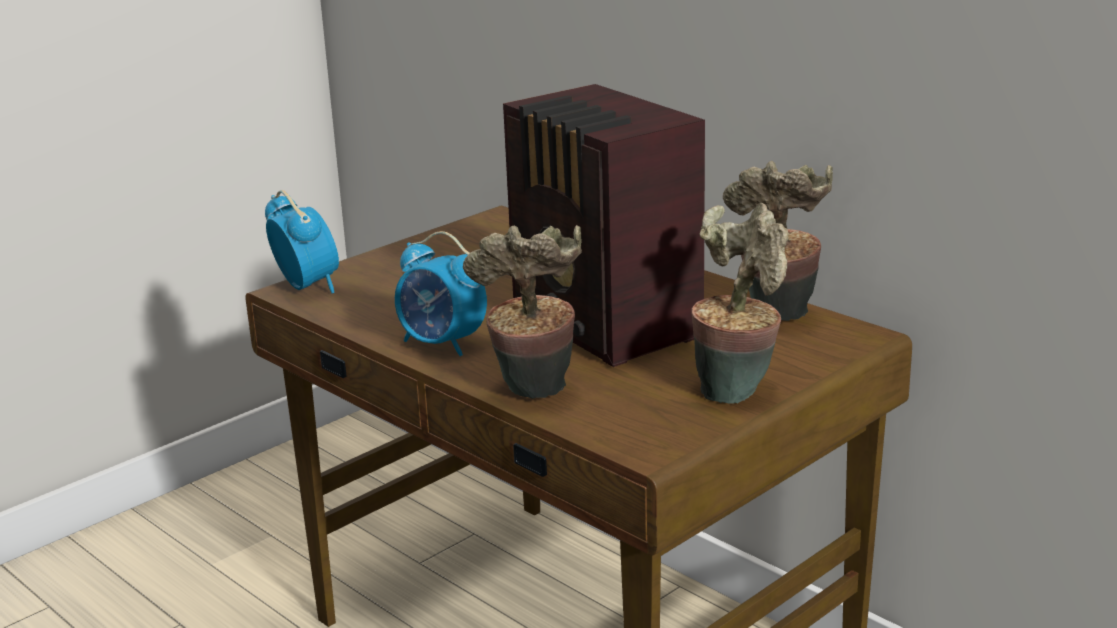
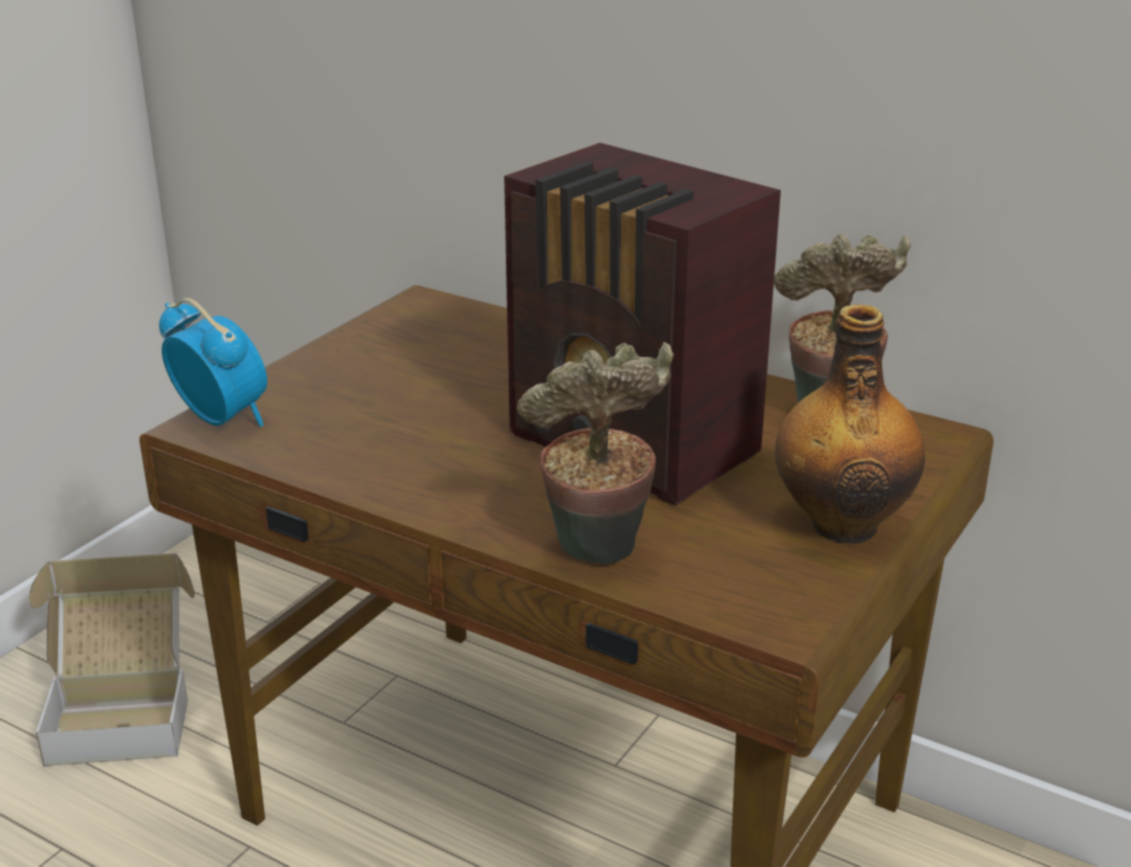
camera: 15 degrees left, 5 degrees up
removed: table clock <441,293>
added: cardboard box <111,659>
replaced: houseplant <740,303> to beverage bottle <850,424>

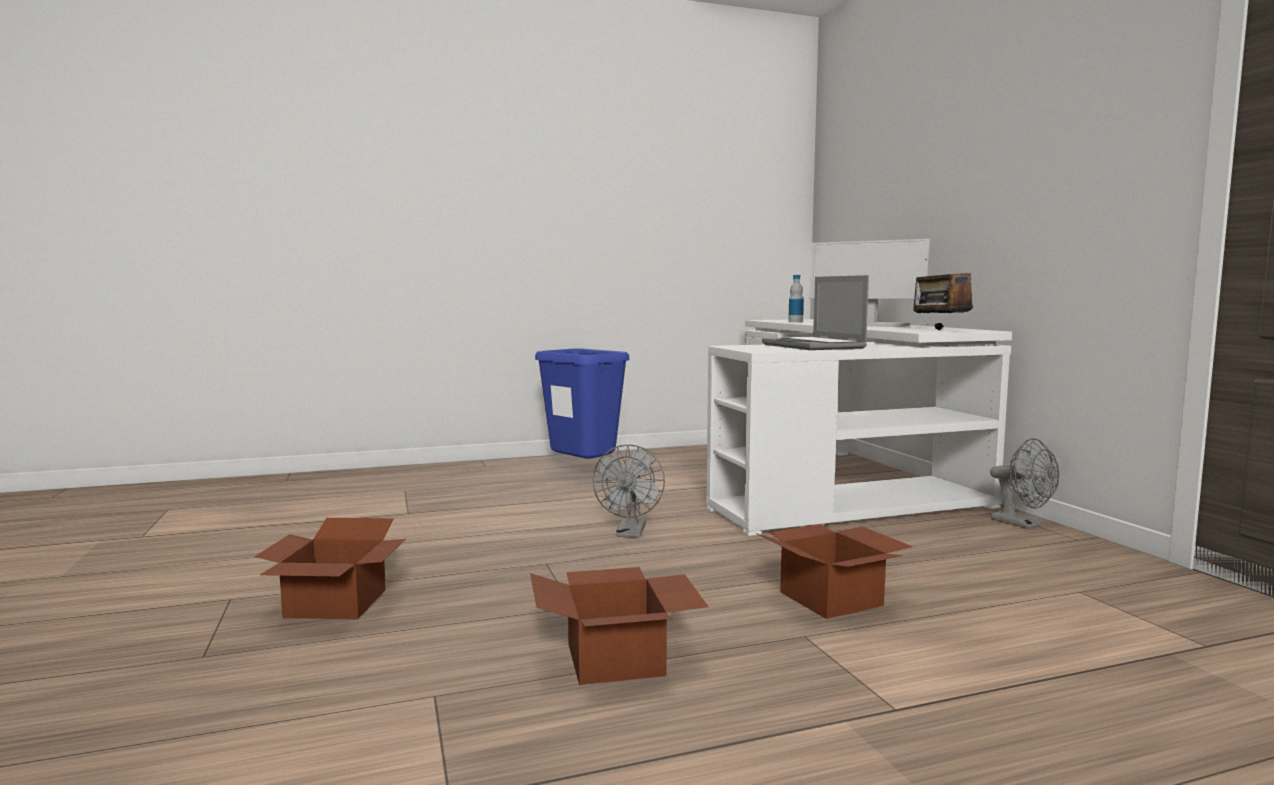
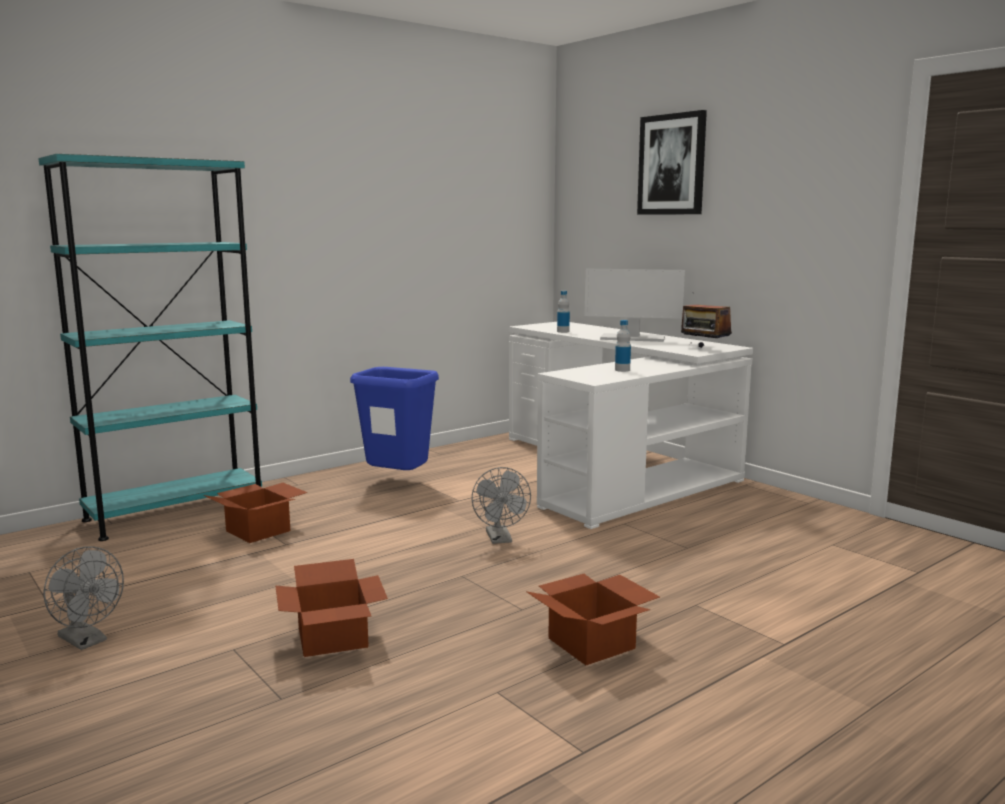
camera: 20 degrees left, 5 degrees up
added: wall picture <672,162>; bookcase (turquoise-coloured) <150,347>
moved: electric fan (greyish) <1024,483> to <83,598>; cardboard box <834,571> to <256,513>
replaced: portable computer <815,312> to beverage bottle <623,346>

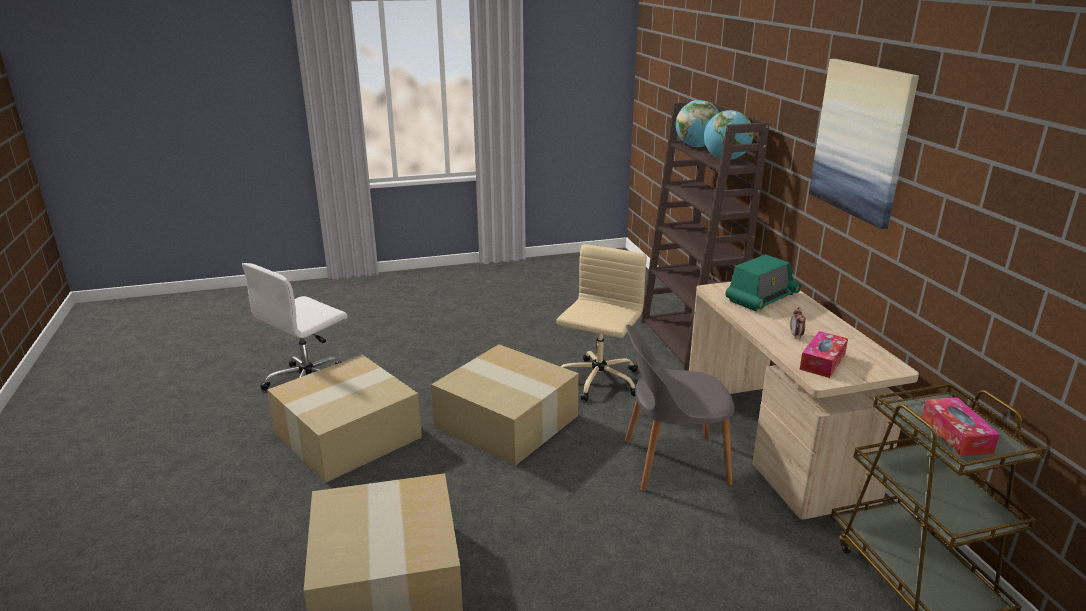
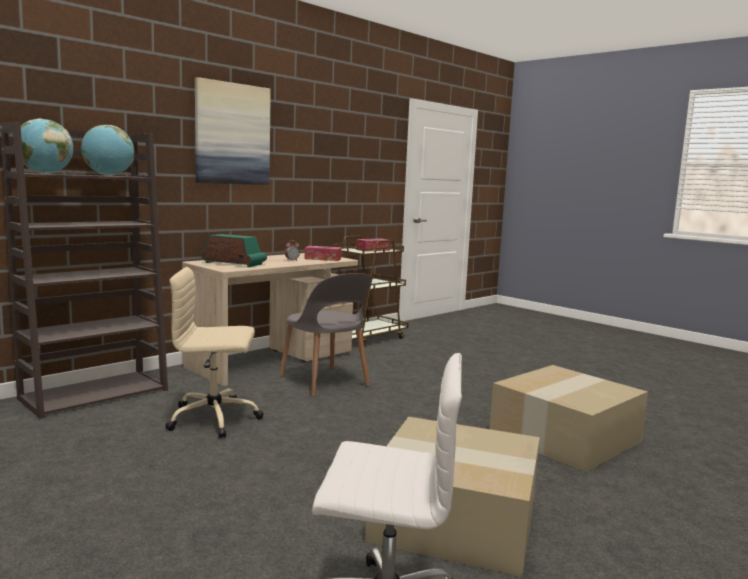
camera: 120 degrees left, 15 degrees down
removed: cardboard box <505,405>

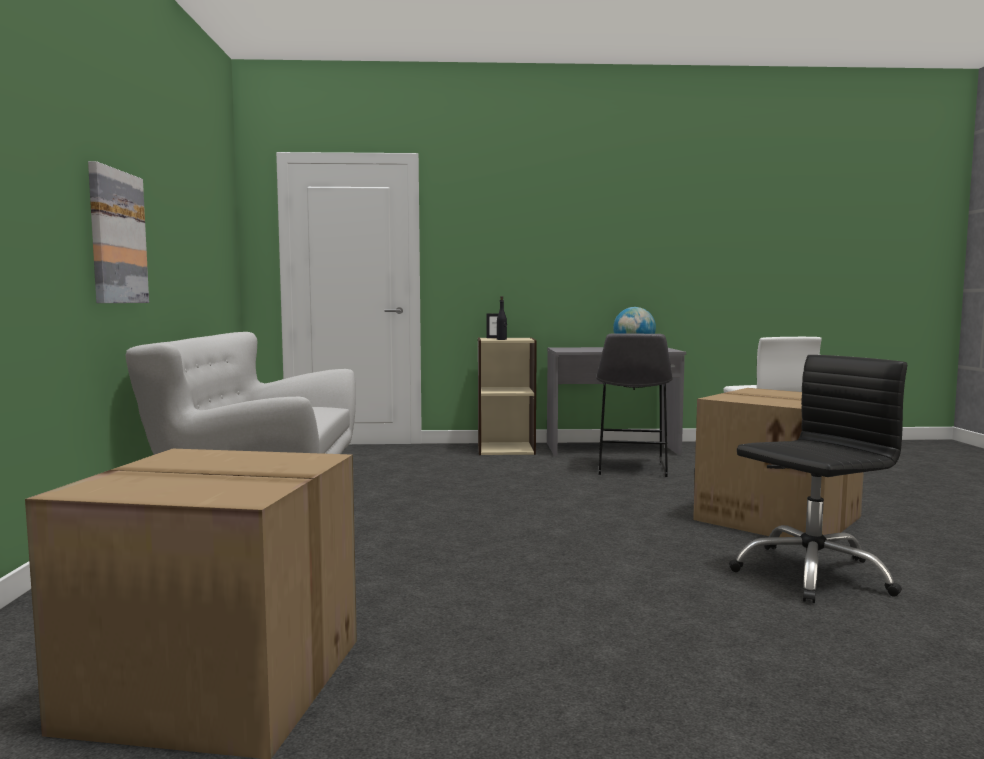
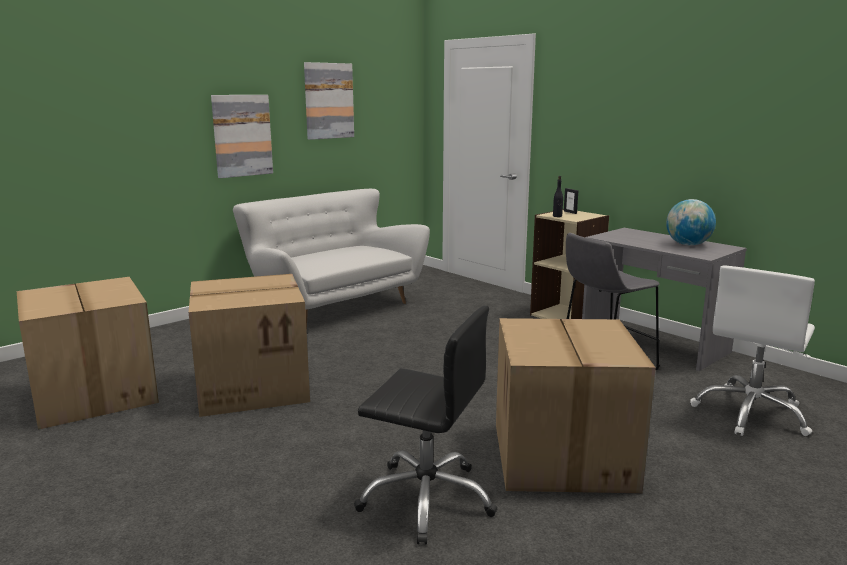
camera: 50 degrees right, 10 degrees up
added: wall picture <329,101>; cardboard box <249,345>

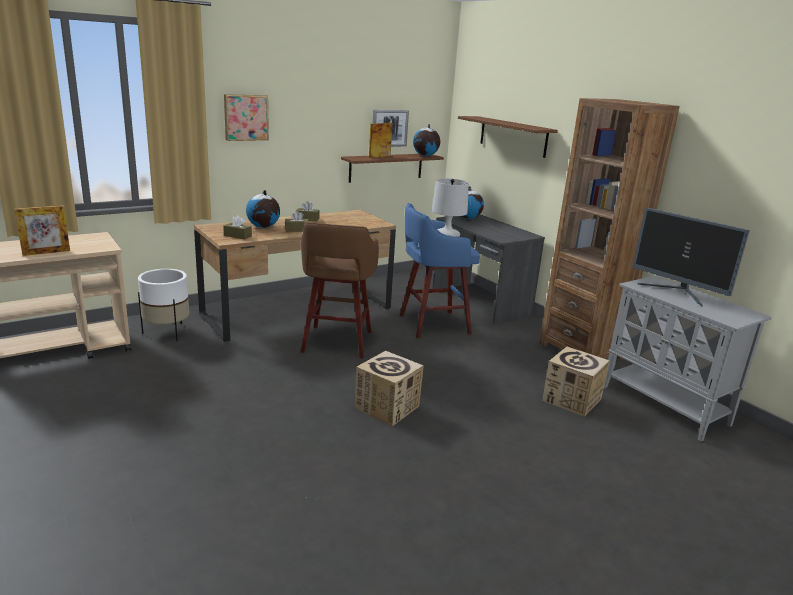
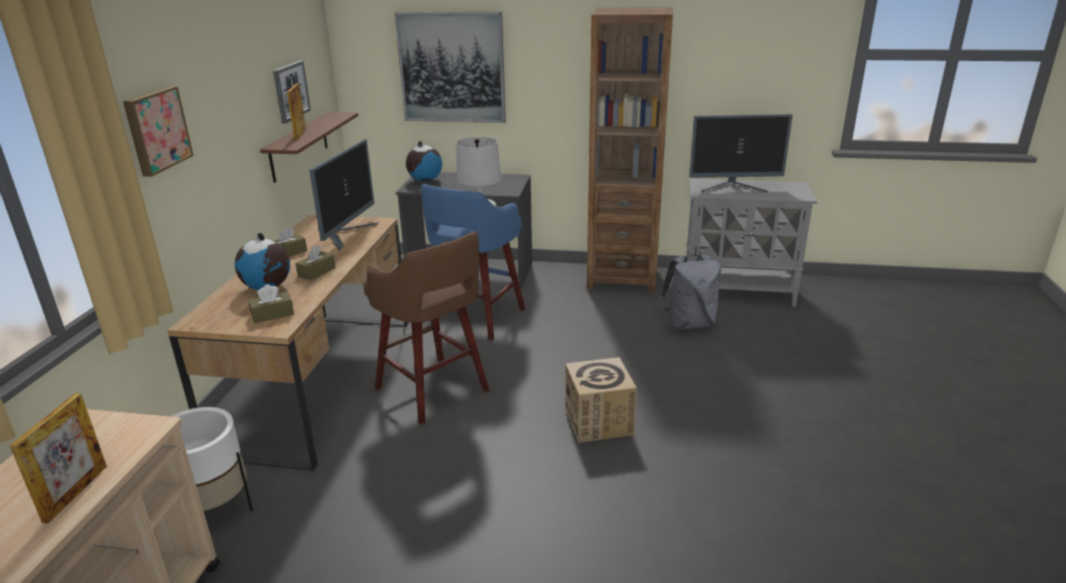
camera: 45 degrees left, 5 degrees up
removed: desk globe <426,140>
added: monitor <343,195>
replaced: bracket shelf (brown-coloured) <508,137> to wall picture <450,67>; cardboard box <576,382> to backpack (greyish) <690,291>

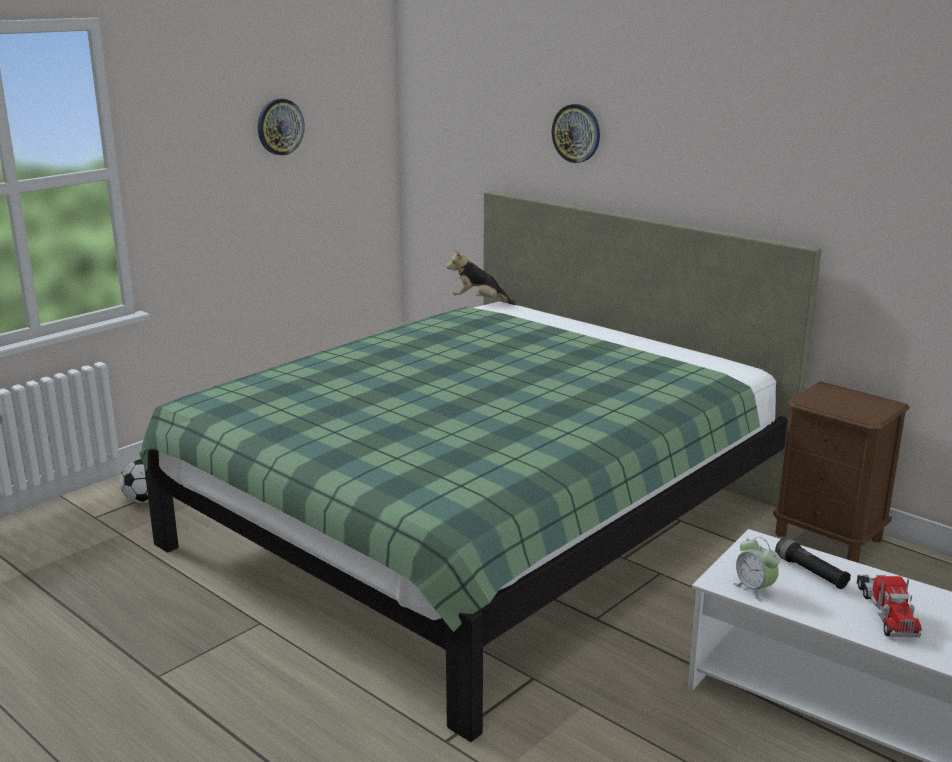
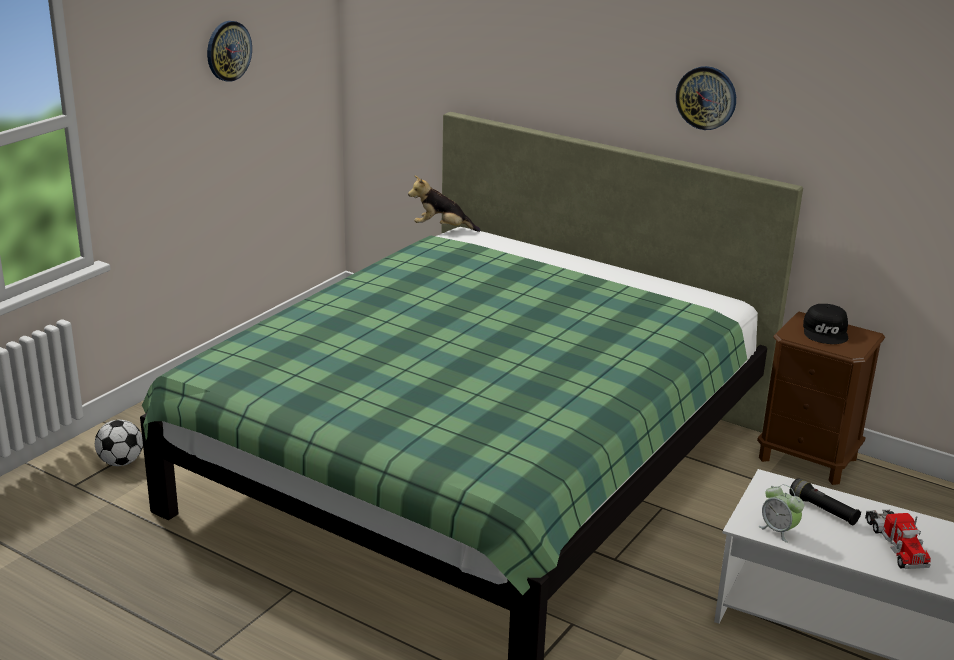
camera: 10 degrees left, 5 degrees up
added: cap (black-coloured) <825,324>
moved: hanging clock <575,133> to <706,98>

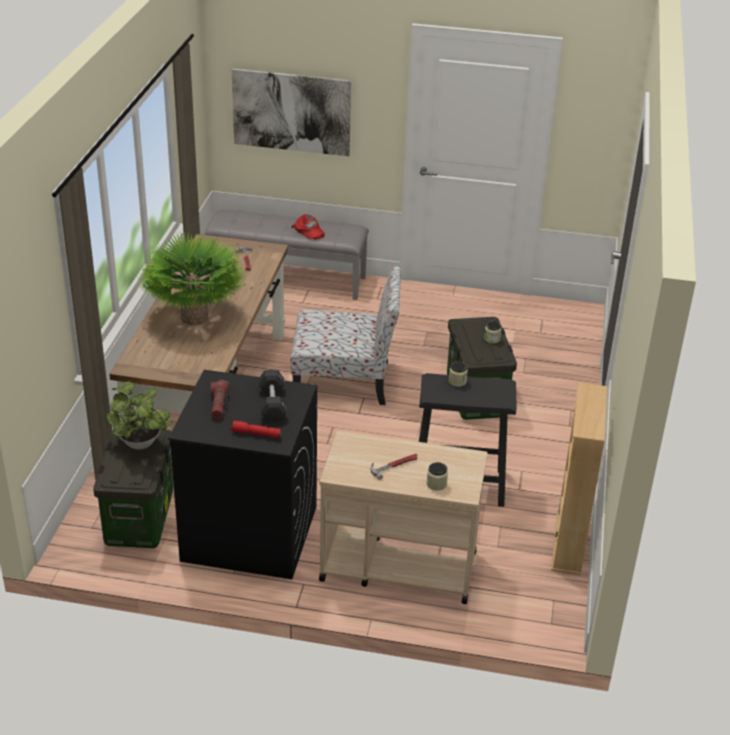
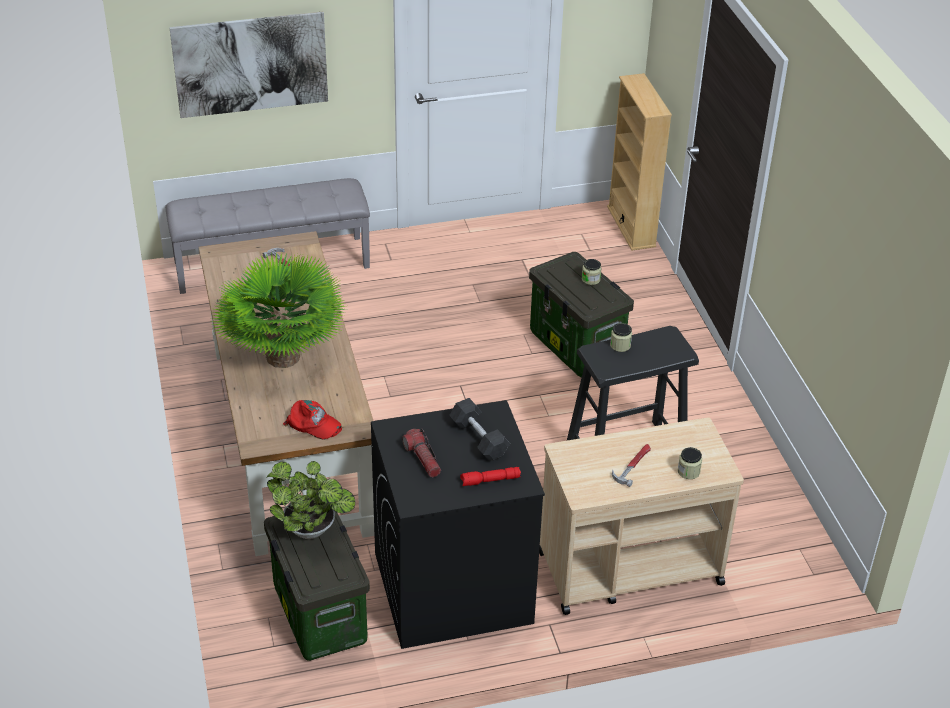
camera: 25 degrees left, 5 degrees up
removed: plain chair <345,335>
moved: cap (red) <308,226> to <312,420>; bookcase (beige) <579,478> to <639,162>

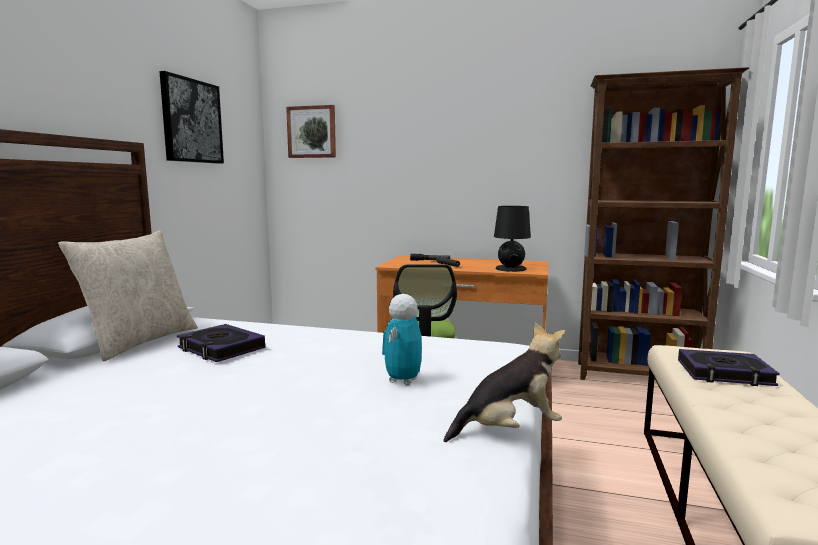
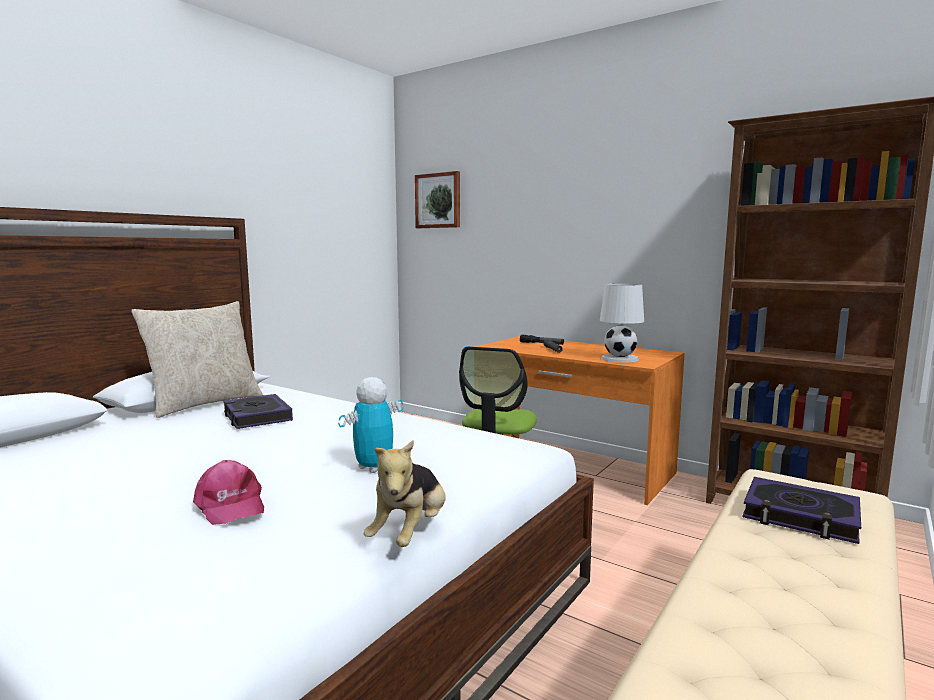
camera: 20 degrees right, 0 degrees up
removed: wall picture <191,117>
added: cap (pink) <228,492>
recoloured: lamp for a table (black-coloured) <512,239> to lamp for a table (white-coloured) <622,322>
turned: soft toy <504,382> = <405,493> 105 degrees clockwise

